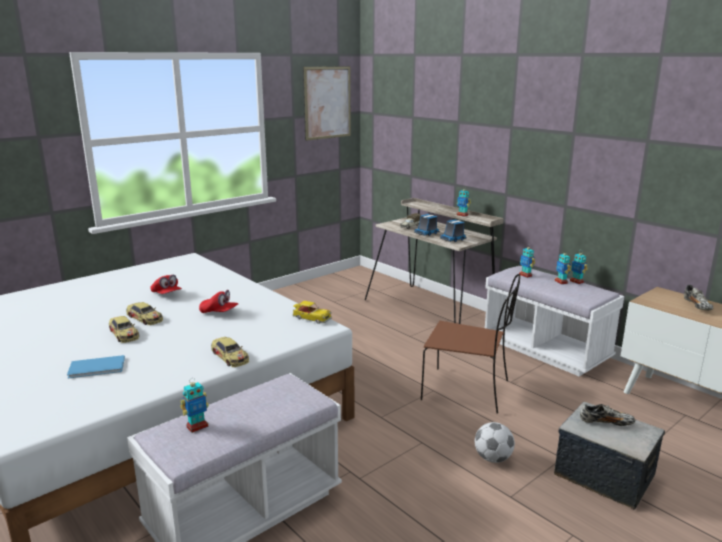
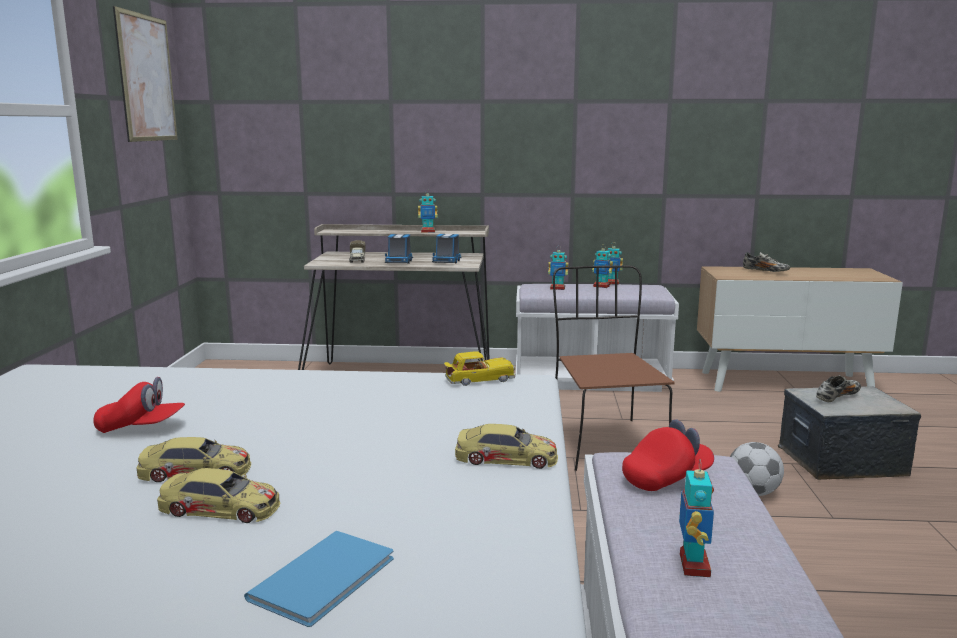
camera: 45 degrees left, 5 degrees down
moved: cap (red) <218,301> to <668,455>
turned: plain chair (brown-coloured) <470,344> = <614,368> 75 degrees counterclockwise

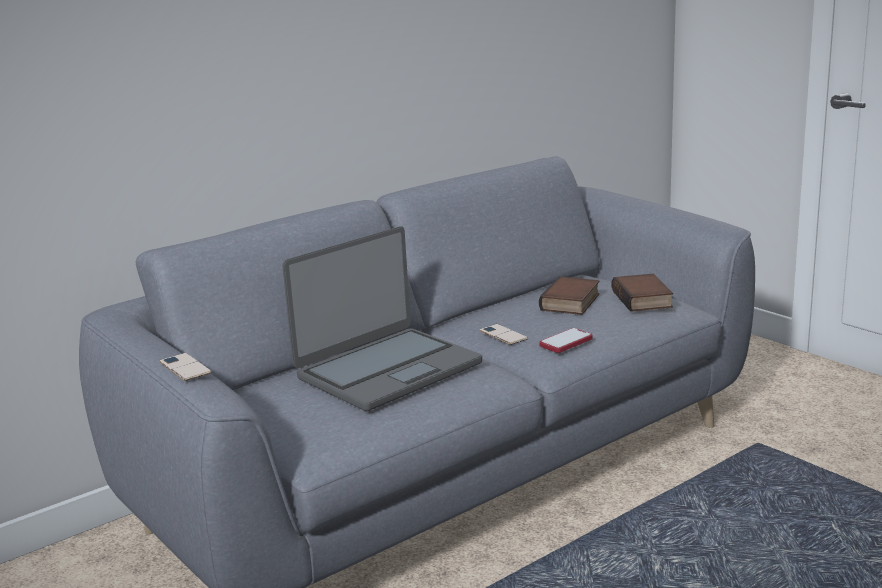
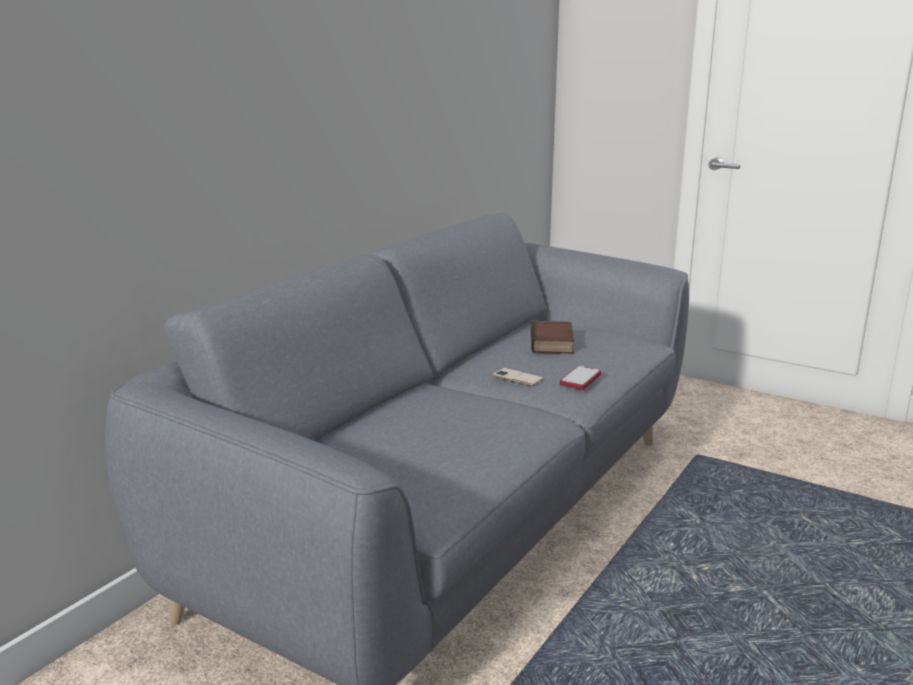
camera: 20 degrees left, 0 degrees up
removed: portable computer <382,318>; volume <642,293>; telephone <186,367>

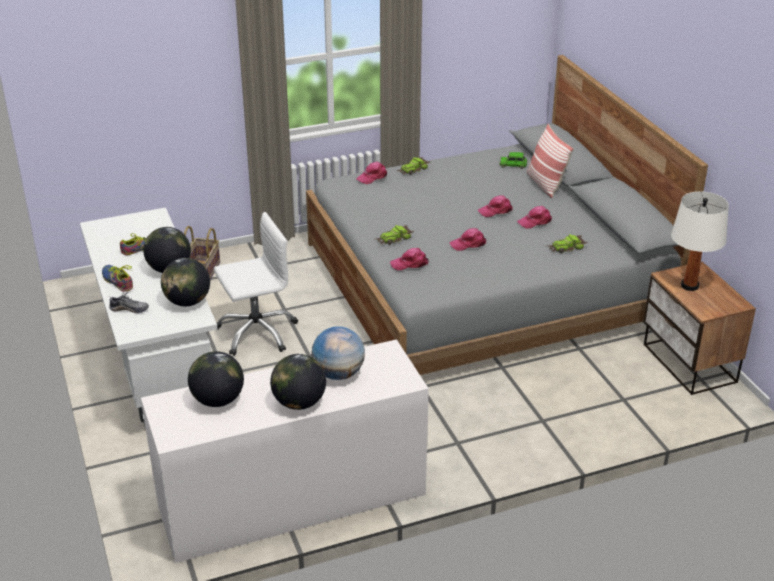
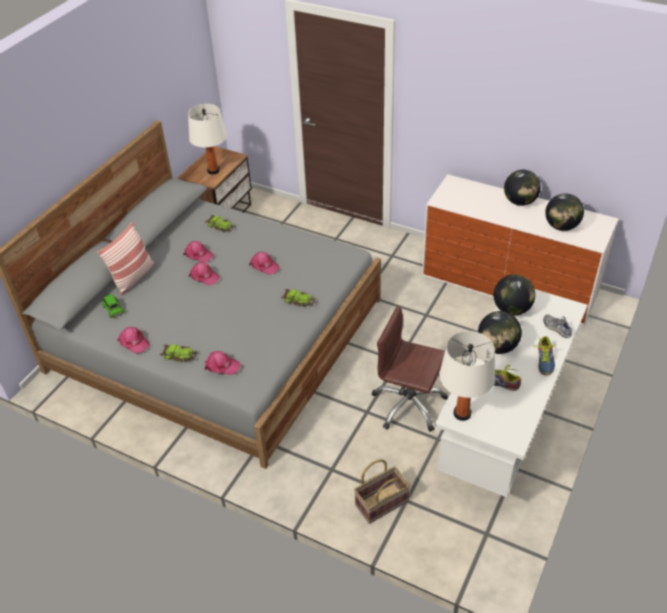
camera: 130 degrees left, 10 degrees up
removed: desk globe <338,353>
added: lamp for a table (white-coloured) <467,376>
moved: cap (pink) <409,259> to <133,340>
recoloured: office chair (white-coloured) <256,284> to office chair (brown-coloured) <410,368>

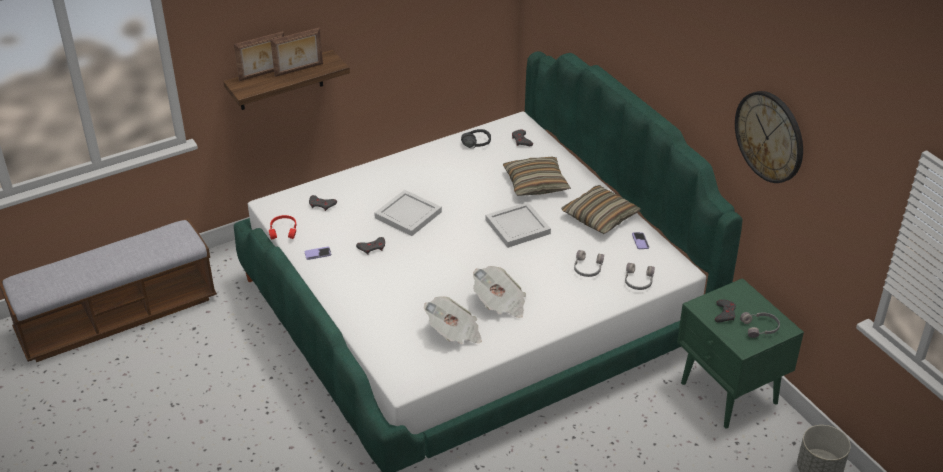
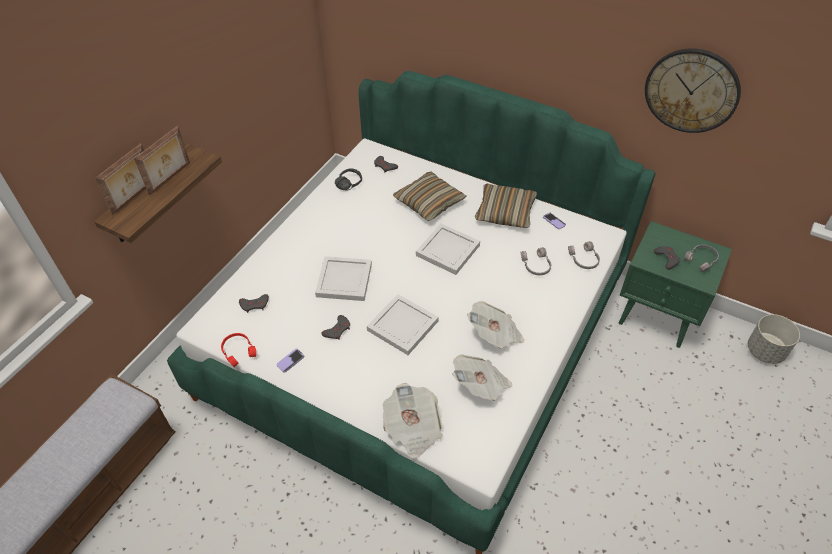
camera: 30 degrees left, 10 degrees up
added: tray (white-coloured) <402,324>; daily paper <413,421>

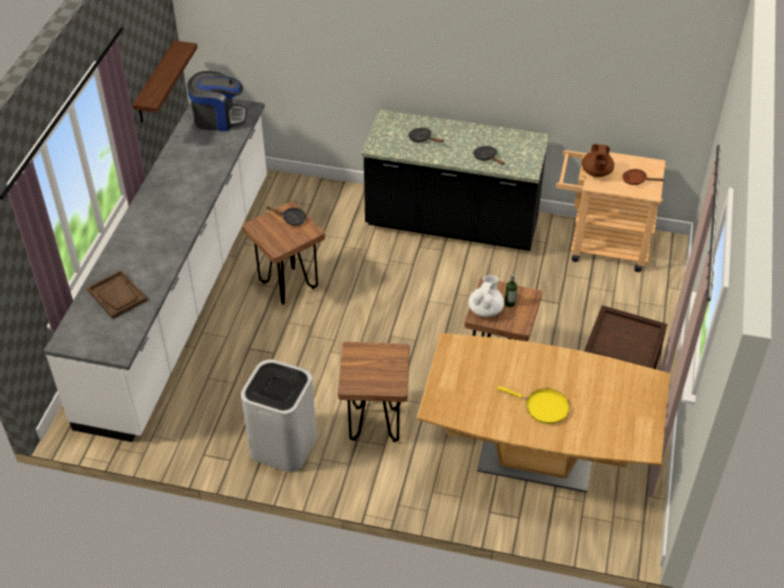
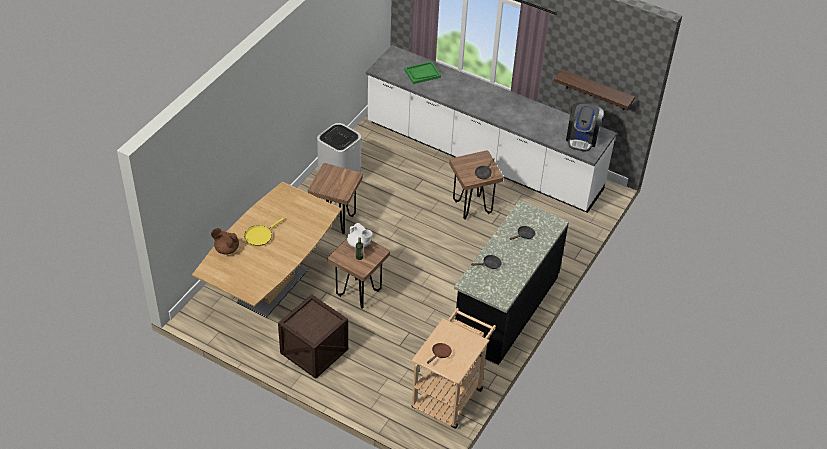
camera: 105 degrees right, 0 degrees up
moved: teapot (brown-coloured) <598,160> to <225,241>
recoloured: tray (brown-coloured) <117,294> to tray (green-coloured) <422,72>

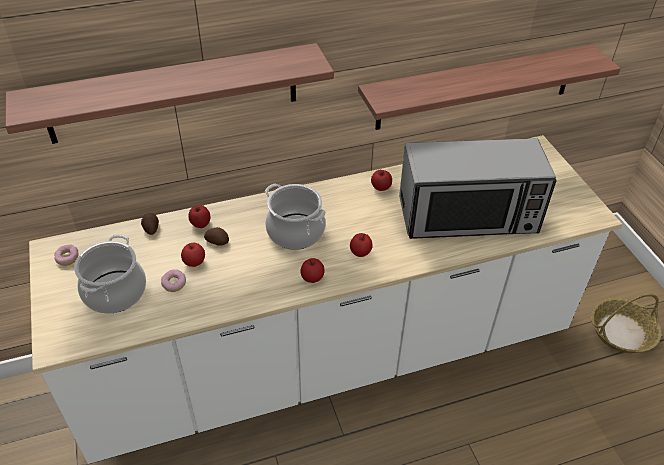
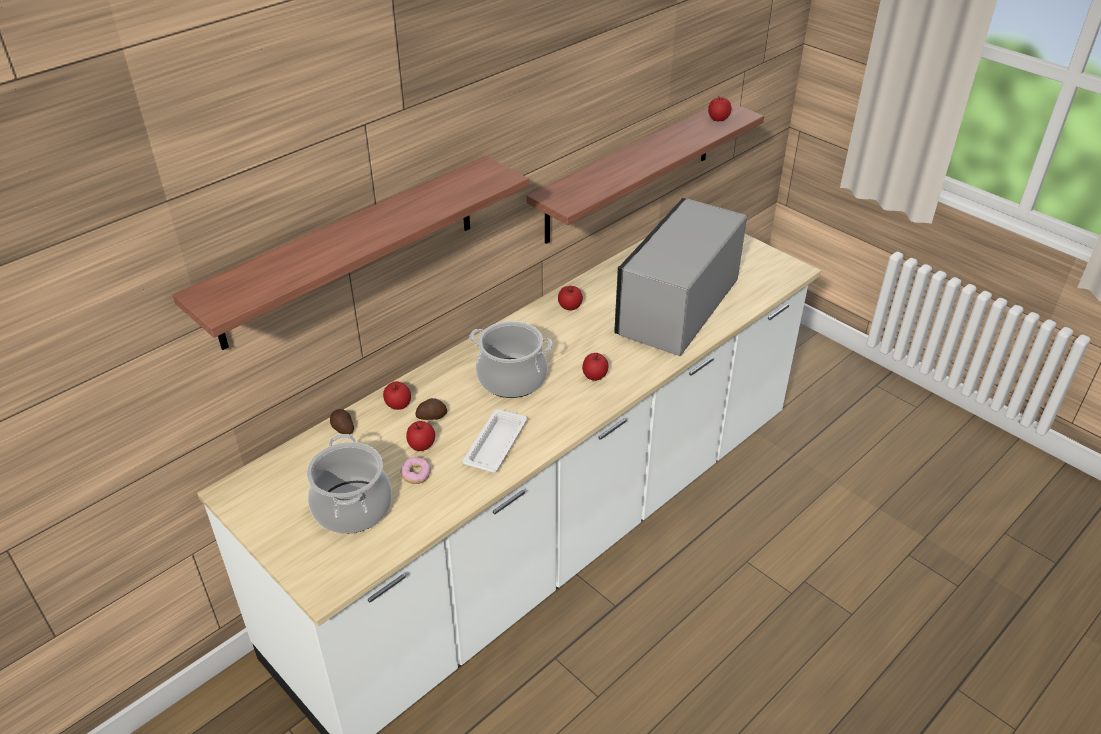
camera: 25 degrees left, 5 degrees down
removed: doughnut <67,255>; storage basket <626,323>
added: tray (white-coloured) <494,441>
moved: whole apple <313,270> to <719,108>
turned: microwave <478,188> = <680,277> 150 degrees clockwise

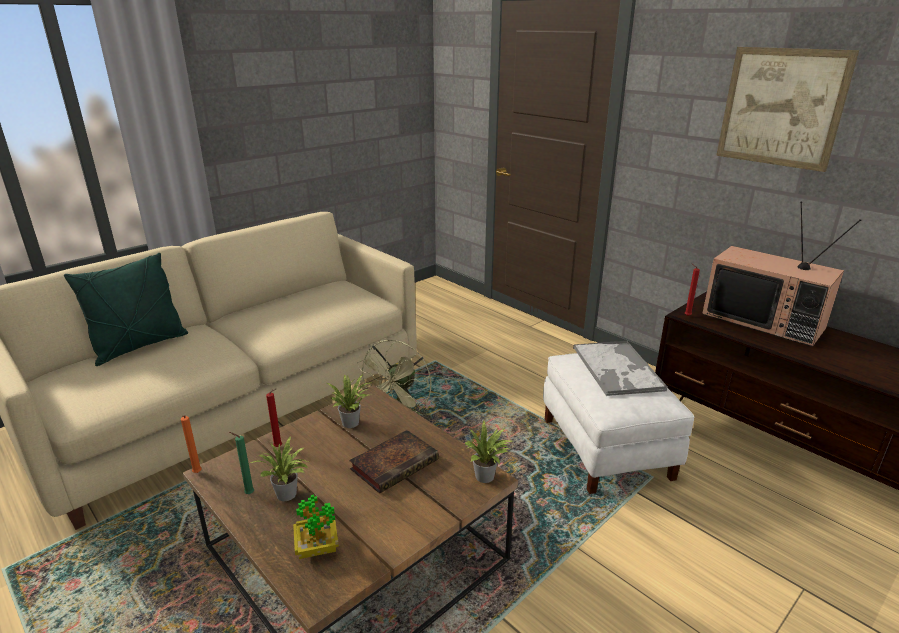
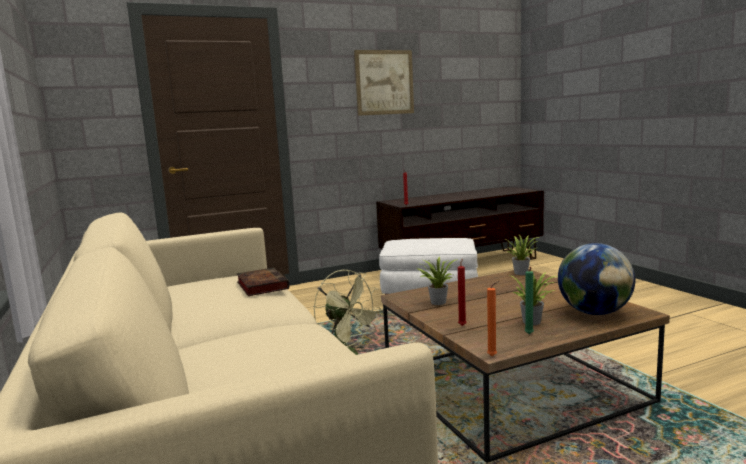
camera: 70 degrees left, 15 degrees down
removed: TV <781,274>; cushion (green-coloured) <126,309>; tray <620,368>
moved: volume <394,461> to <263,282>
replaced: houseplant <316,527> to desk globe <596,279>

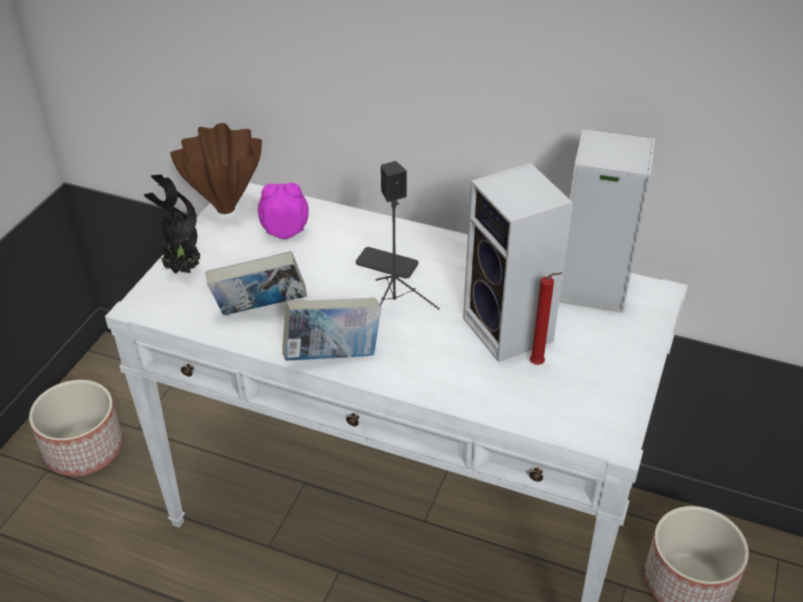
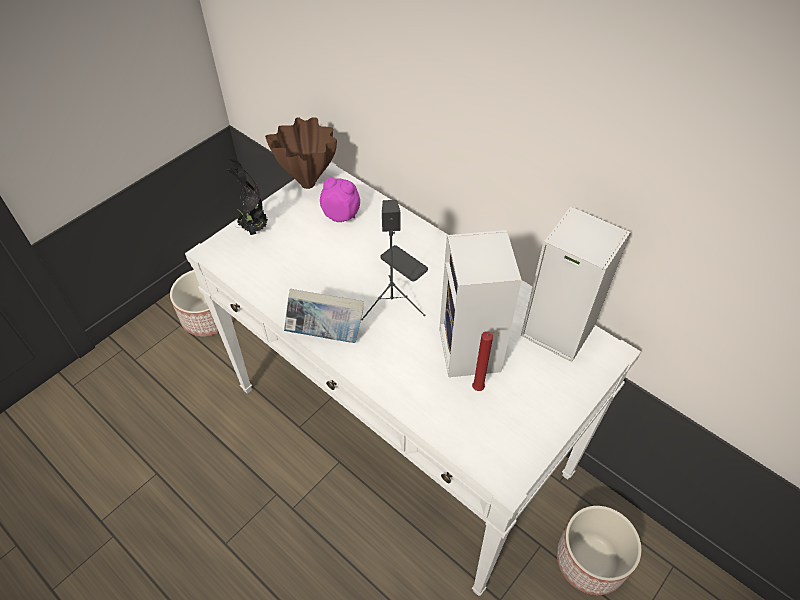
camera: 20 degrees right, 10 degrees up
removed: volume <256,283>

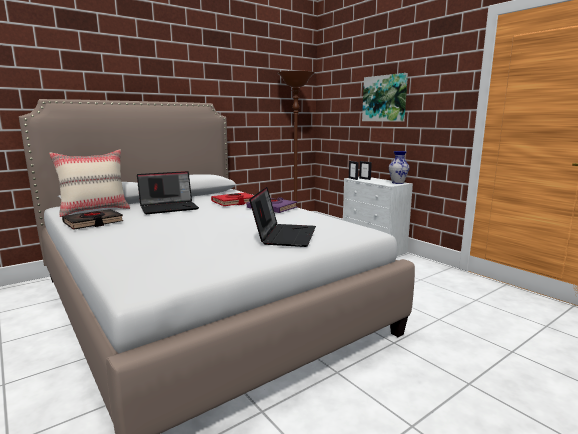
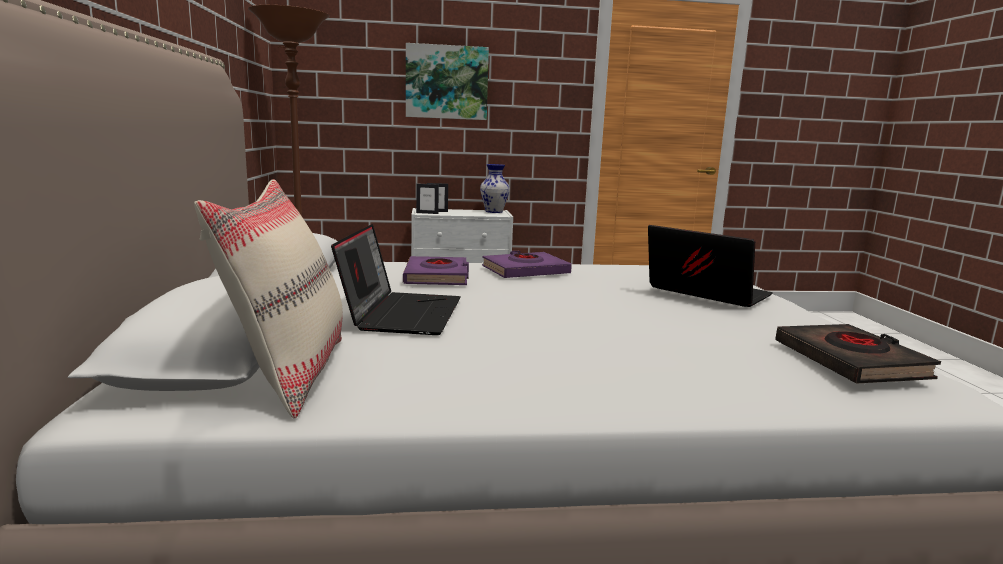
camera: 60 degrees left, 0 degrees up
moved: volume (black-coloured) <93,219> to <858,353>
recoloured: volume (red) <232,199> to volume (purplish) <436,270>

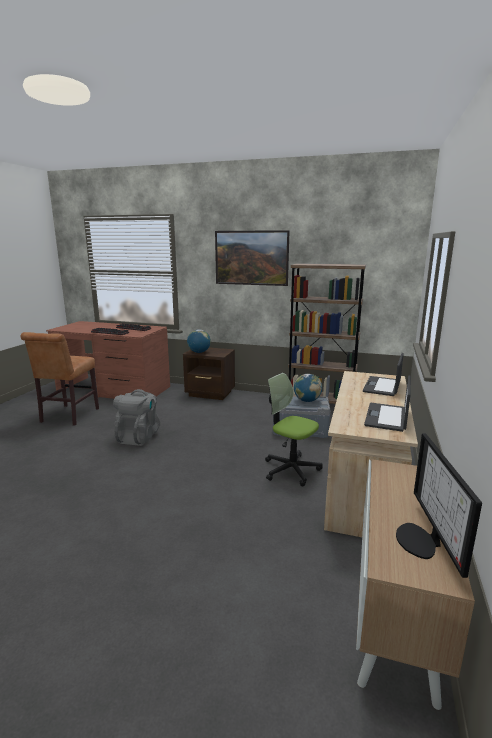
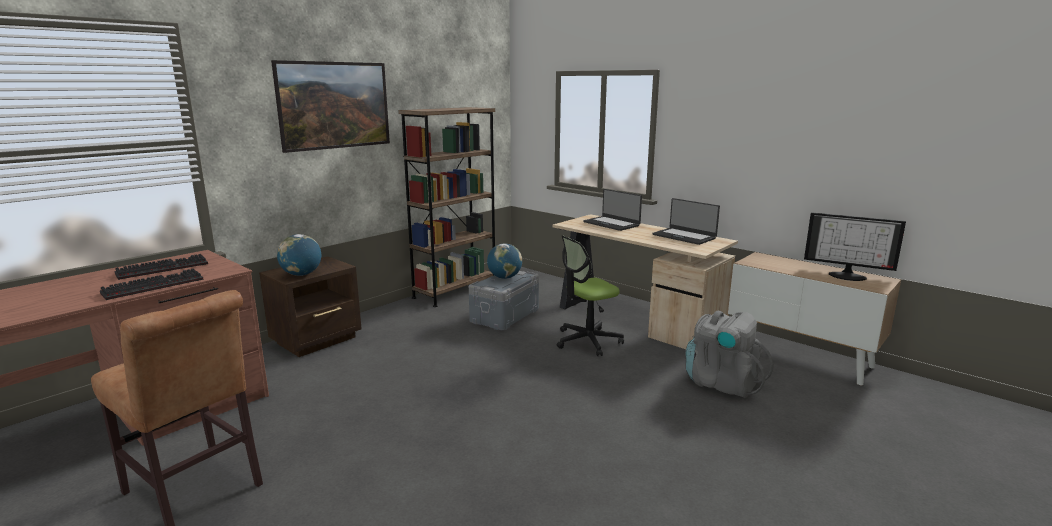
camera: 65 degrees left, 0 degrees up
moved: backpack (greyish) <136,417> to <730,354>

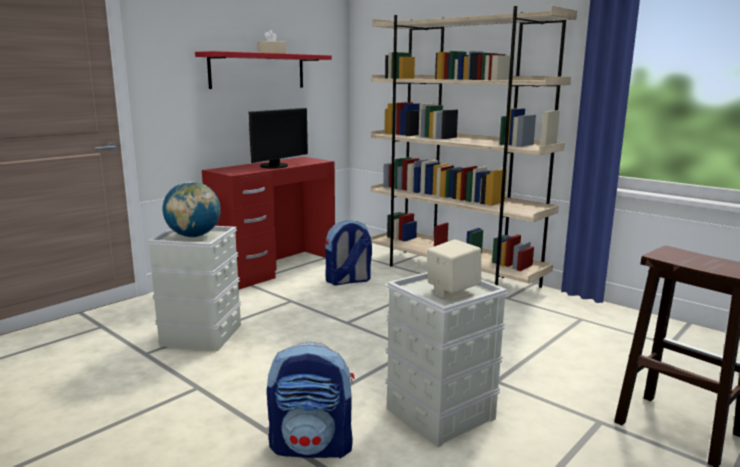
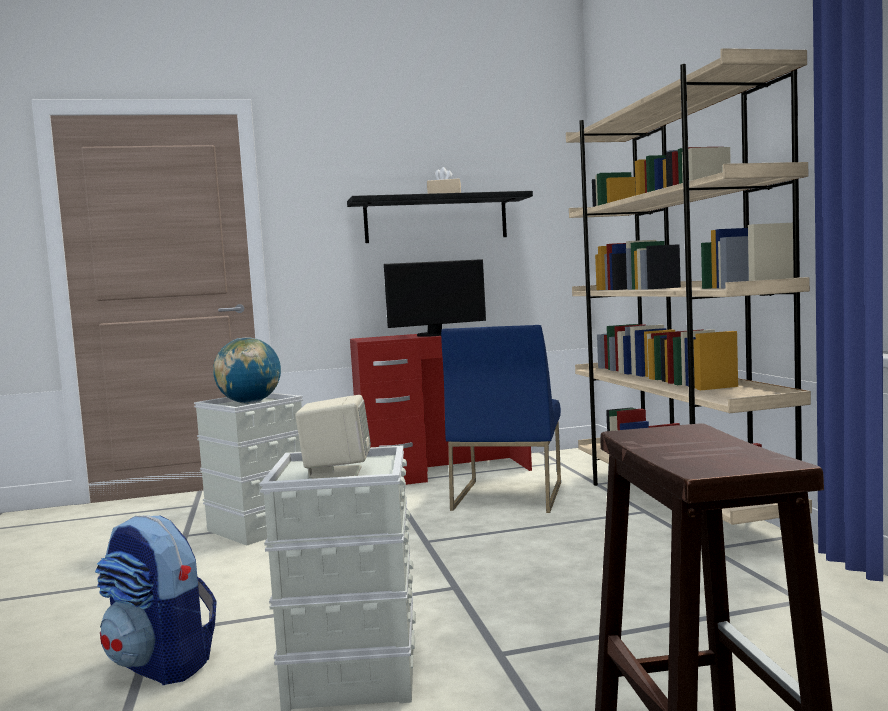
camera: 35 degrees right, 10 degrees down
replaced: backpack <348,252> to plain chair (blue-coloured) <501,419>
recoloured: bracket shelf (red) <263,70> to bracket shelf (black-coloured) <440,217>

